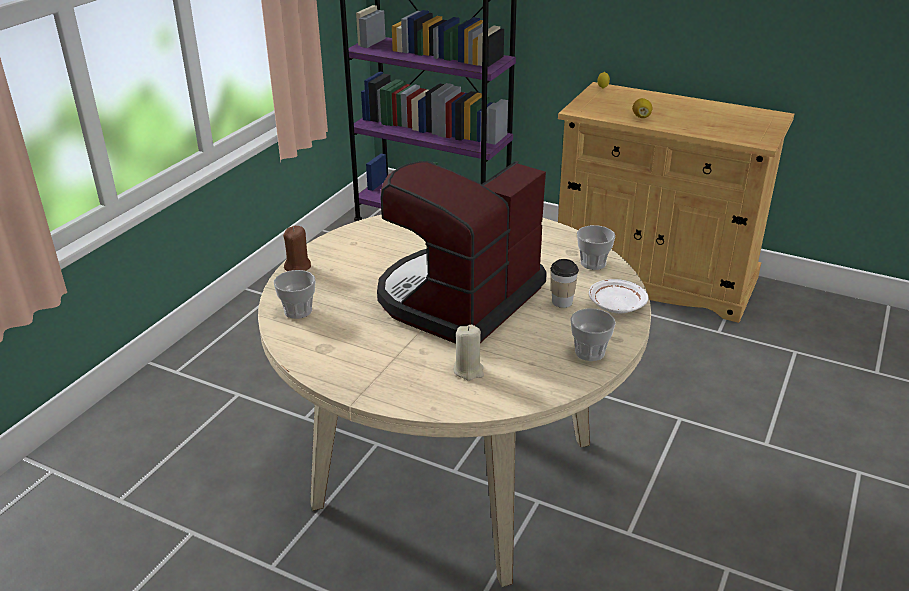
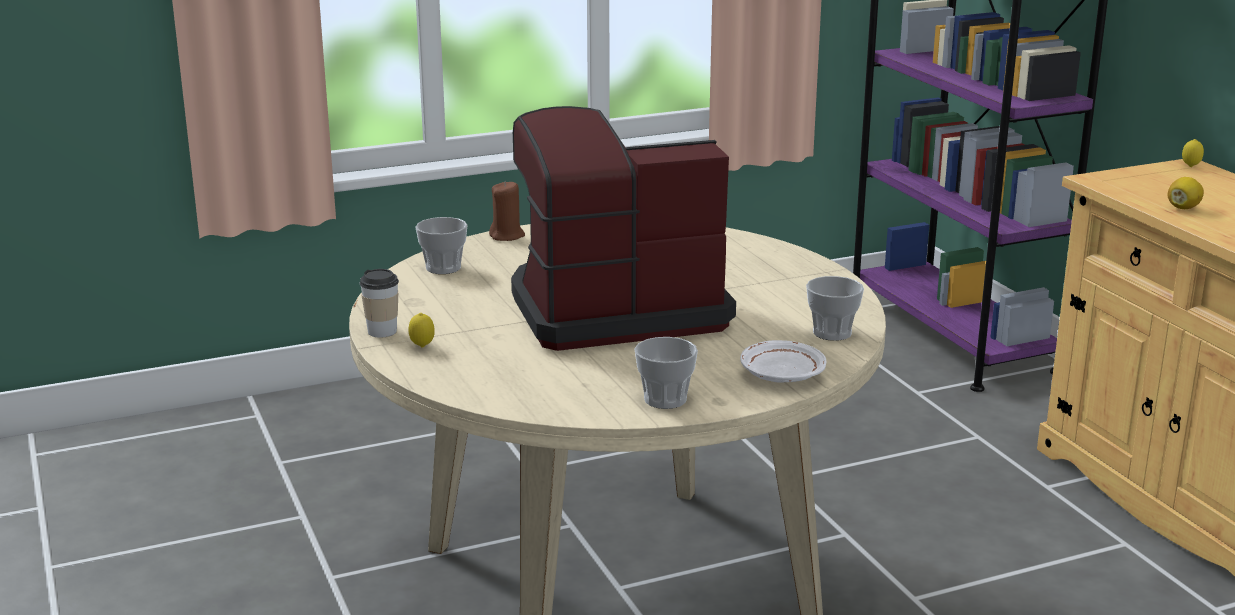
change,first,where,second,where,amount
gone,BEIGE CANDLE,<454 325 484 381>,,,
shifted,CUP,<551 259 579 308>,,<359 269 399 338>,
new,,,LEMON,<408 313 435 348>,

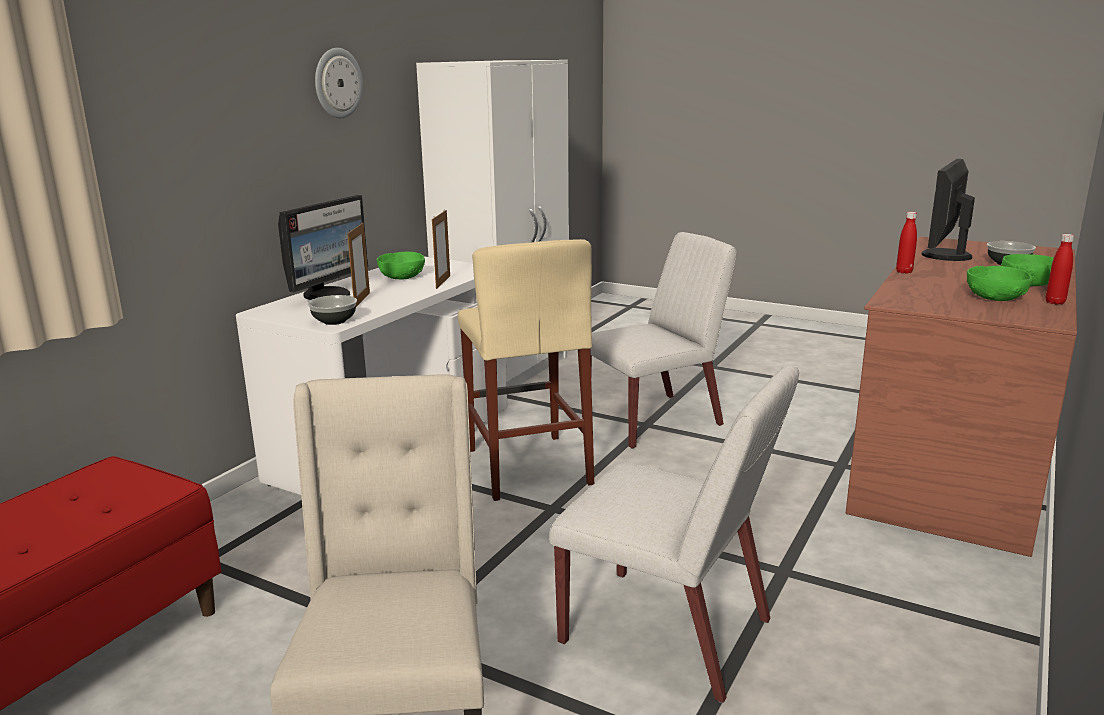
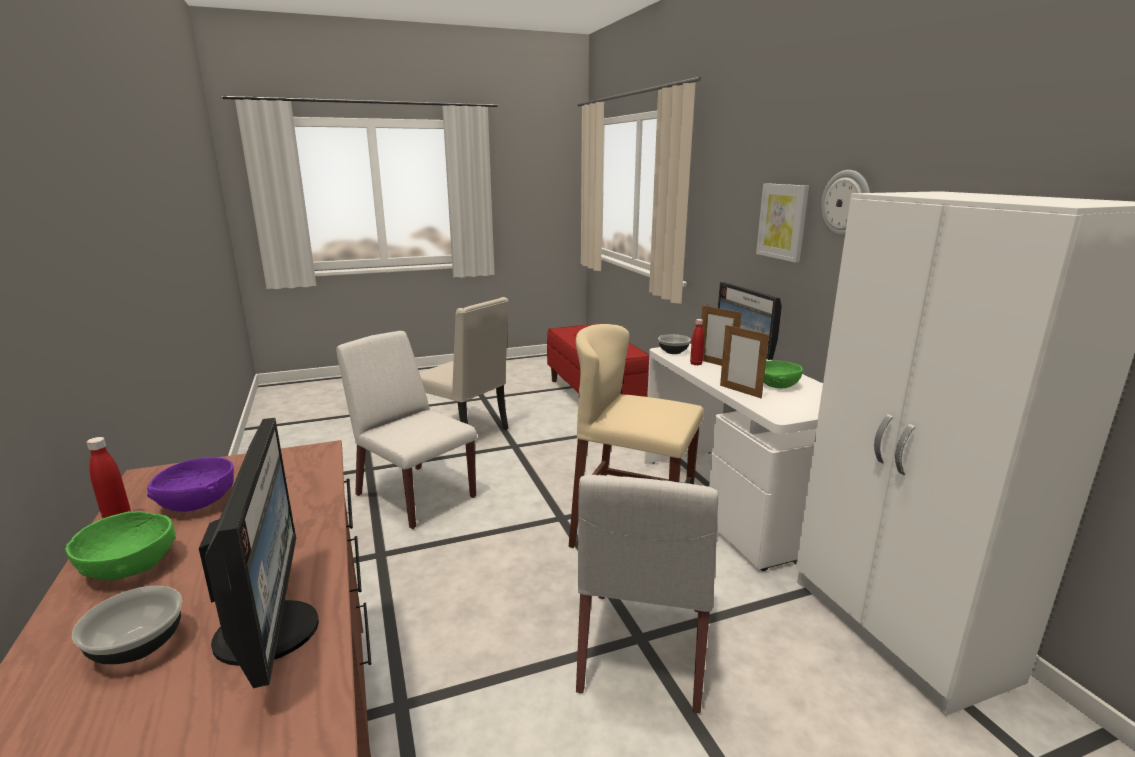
change,first,where,second,where,amount
rotated,WHITE CHAIR,<549 365 799 703>,,<336 331 477 529>,60 degrees clockwise
shifted,RED BOTTLE,<896 212 917 274>,,<690 319 704 366>,
repainted,GREEN BOWL,<967 266 1033 301>,PURPLE BOWL,<147 457 234 512>,
new,,,PICTURE,<756 183 809 263>,

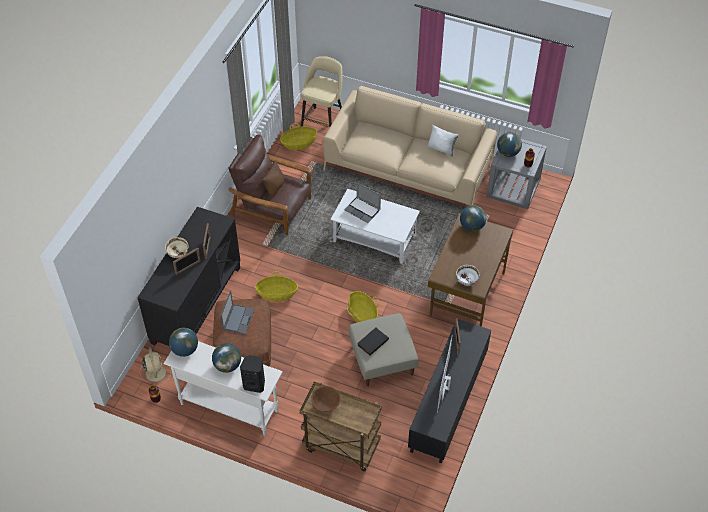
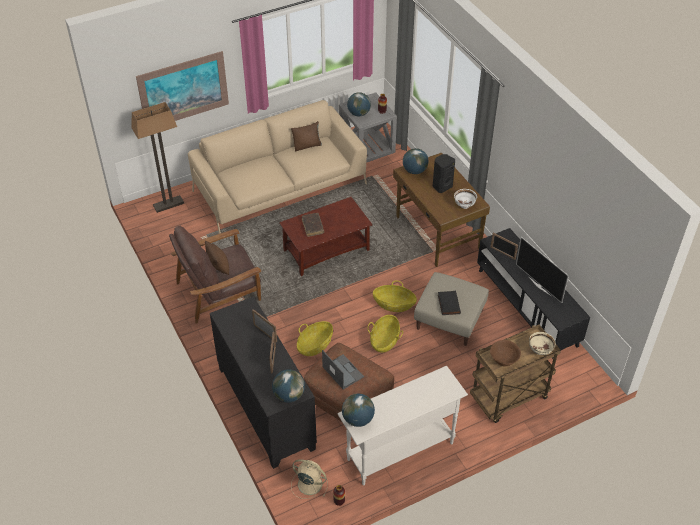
change,first,where,second,where,amount
shifted,BEIGE BOWL,<165 237 188 258>,,<529 332 556 355>,
shifted,GLOBE,<212 343 241 373>,,<272 370 305 402>,
shifted,BLACK SPEAKER,<240 355 265 393>,,<433 154 455 193>,
shifted,BASKET,<280 123 317 150>,,<368 315 403 353>,
swapped,BEIGE STOOL,<301 56 342 128>,FLOOR LAMP,<131 102 184 213>,
repainted,WHITE COFFEE TABLE,<330 189 420 264>,BROWN COFFEE TABLE,<279 197 373 276>,
swapped,LAPTOP,<344 182 381 223>,BROWN BOOK,<302 213 324 237>,
repainted,WHITE PILLOW,<428 125 459 156>,BROWN PILLOW,<291 121 322 151>,
new,,,PICTURE,<136 51 229 121>,

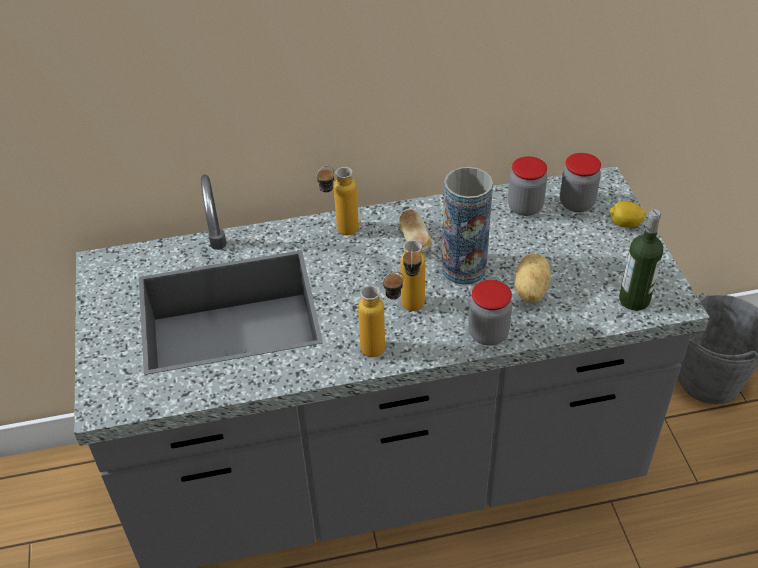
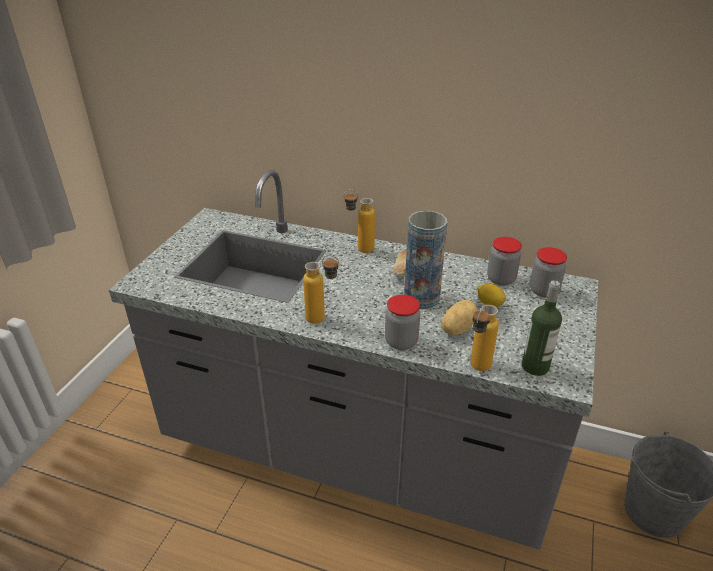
change,first,where,second,where,amount
shifted,BOTTLE,<400 240 425 311>,,<470 305 499 371>,
shifted,LEMON,<609 201 646 228>,,<477 283 506 307>,

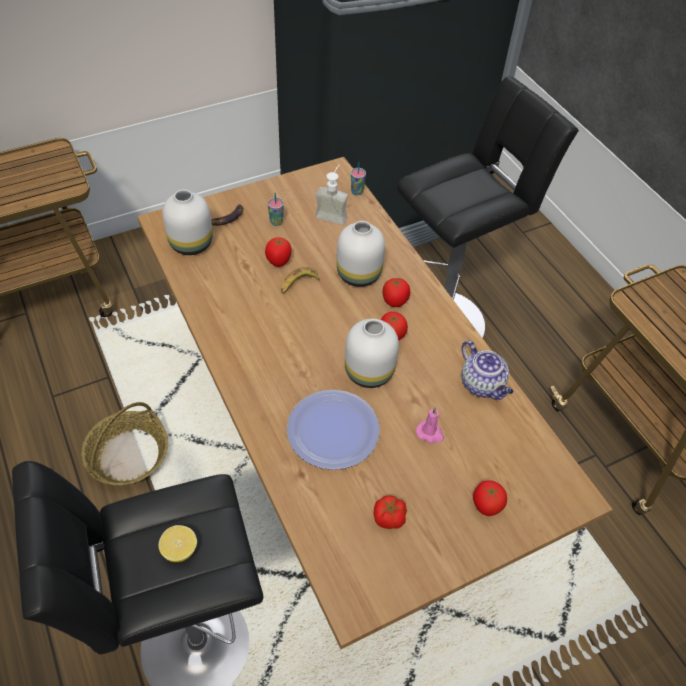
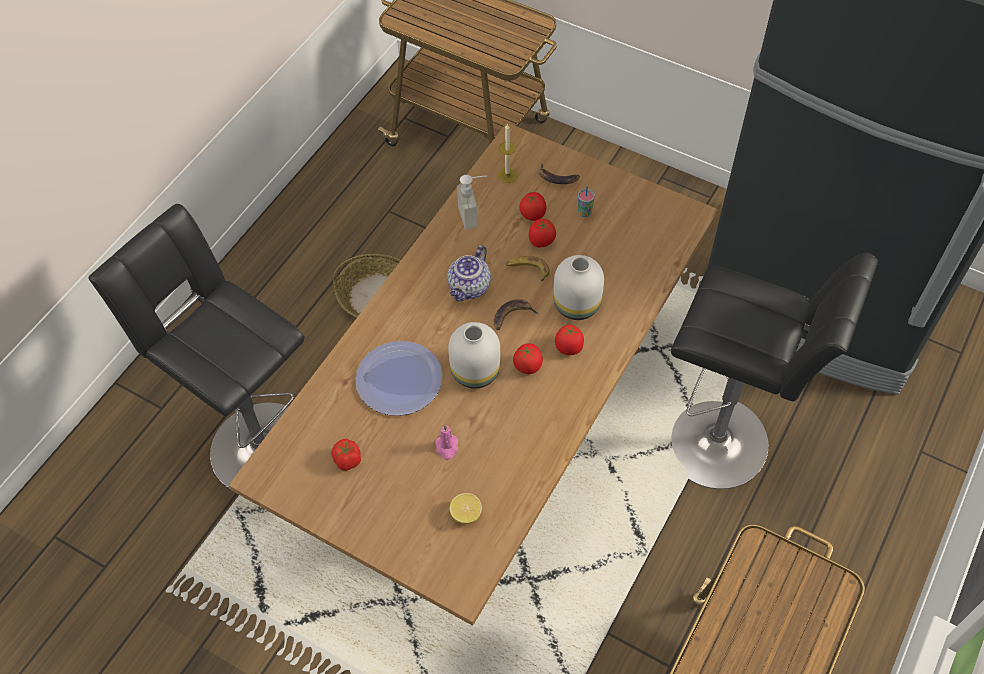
change,first,where,second,where,amount
shifted,LEMON,<159 525 197 562>,,<450 493 482 524>,
swapped,WHITE VASE,<162 189 213 255>,CANDLE,<498 124 517 183>,
shifted,SOAP DISPENSER,<315 164 348 225>,,<457 175 487 230>,
gone,CUP,<351 162 366 195>,,,
shifted,TEAPOT,<461 340 513 400>,,<447 245 491 301>,
shifted,TOMATO,<473 480 507 516>,,<519 192 546 221>,
new,,,BANANA,<494 299 538 330>,

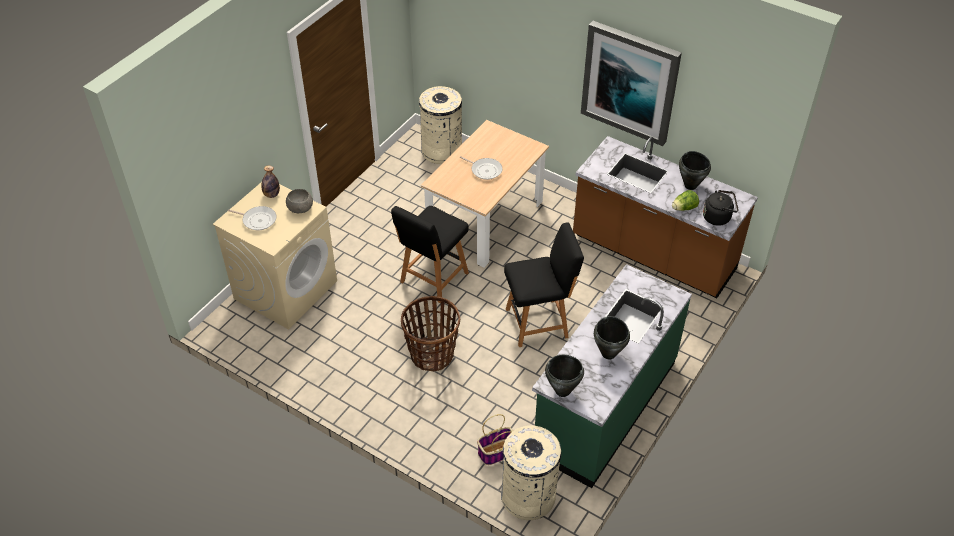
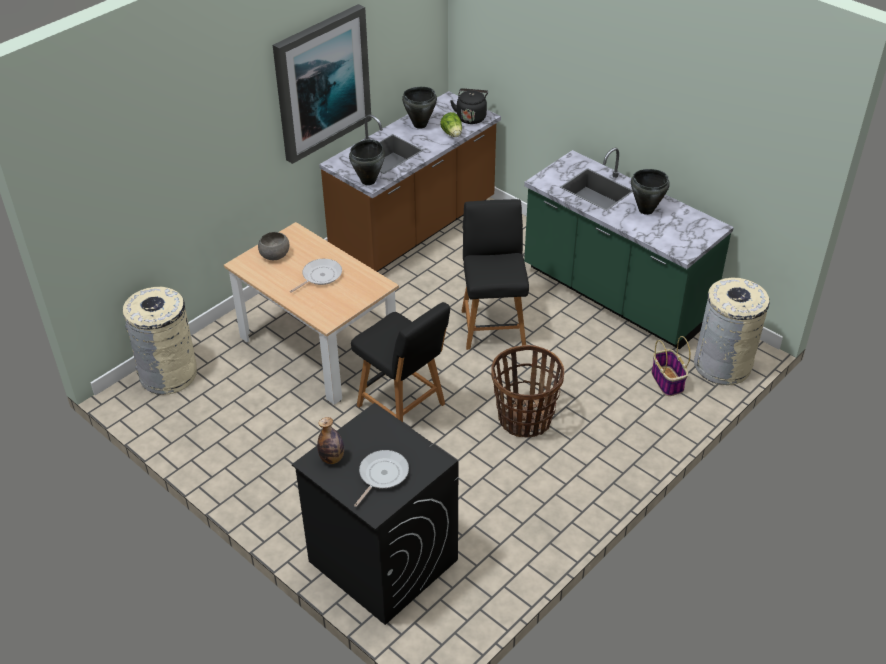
change,first,where,second,where,amount
repainted,BEIGE WASHING MACHINE,<213 182 337 329>,BLACK WASHING MACHINE,<292 403 458 625>,
shifted,GREY BOWL,<286 189 313 213>,,<258 232 289 260>,
shifted,BLACK COOKING POT,<545 355 584 397>,,<349 140 385 185>,

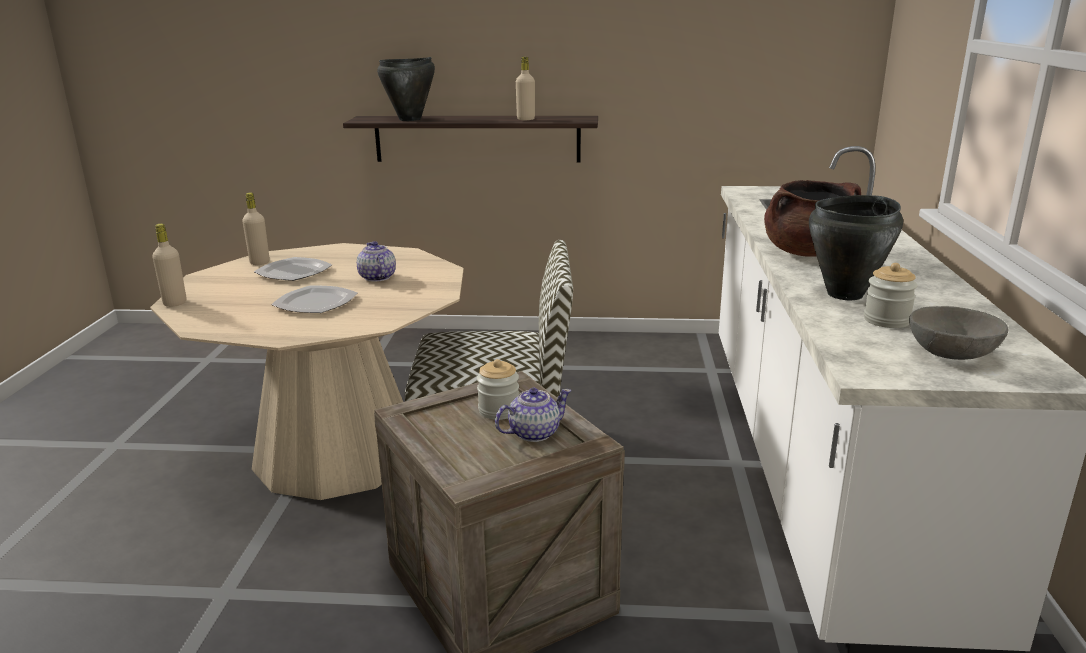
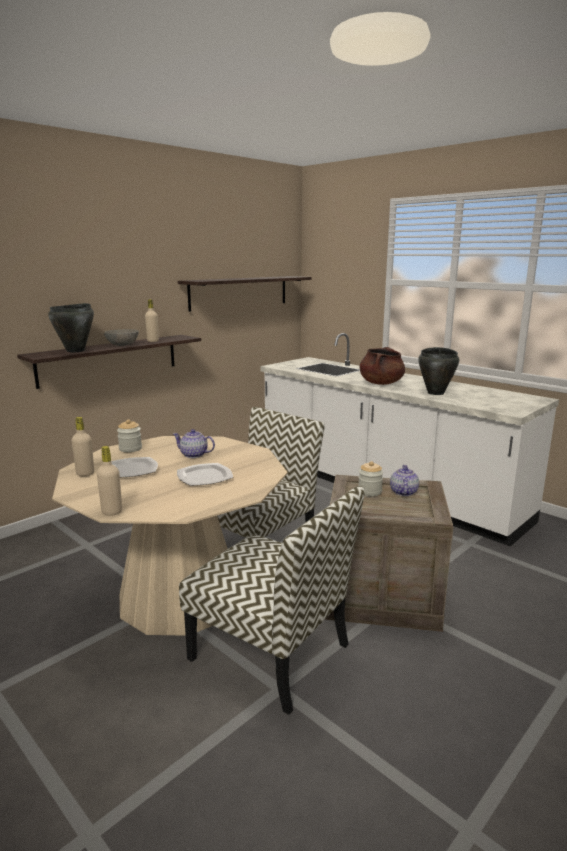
change,first,where,second,where,amount
shifted,JAR,<864 263 917 328>,,<117 419 142 452>,
shifted,GREY BOWL,<909 306 1008 360>,,<104 329 139 346>,
new,,,SHELF,<178 276 312 312>,
new,,,CHAIR,<179 486 364 715>,

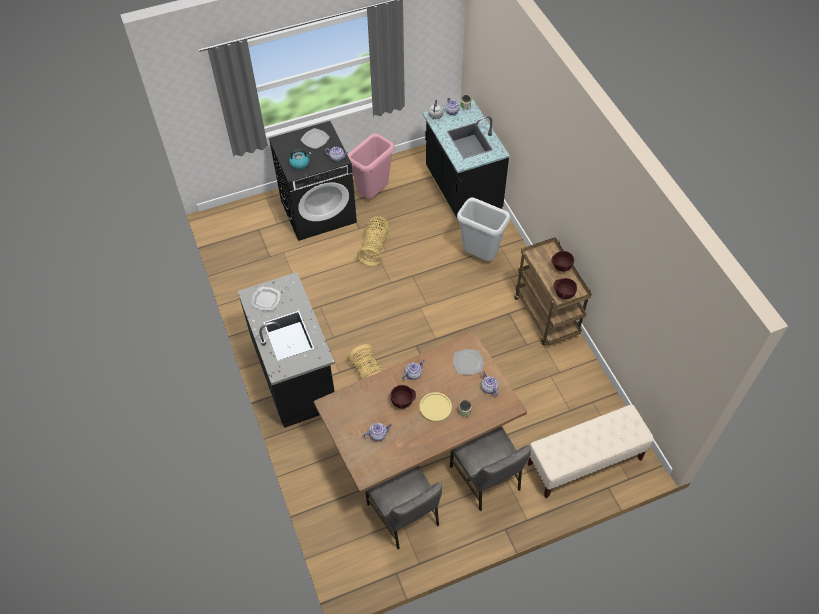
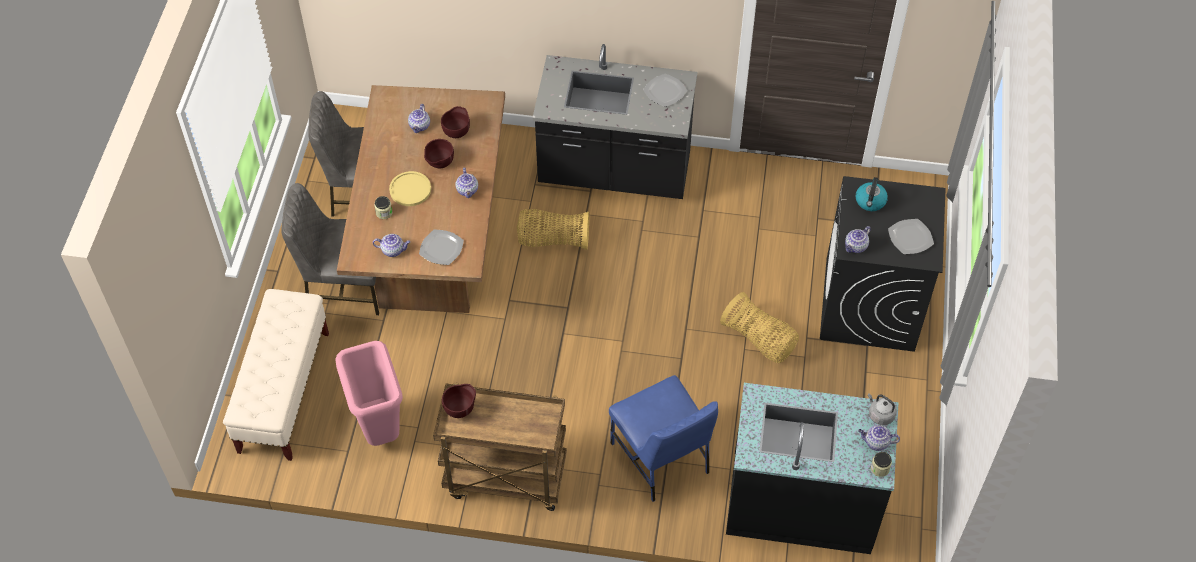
change,first,where,second,where,amount
shifted,PINK TRASH CAN,<348 133 395 198>,,<335 341 403 446>,
swapped,GREY TRASH CAN,<457 198 511 261>,BLUE CHAIR,<609 375 718 502>,
shifted,BROWN BOWL,<551 251 574 272>,,<441 106 470 138>,

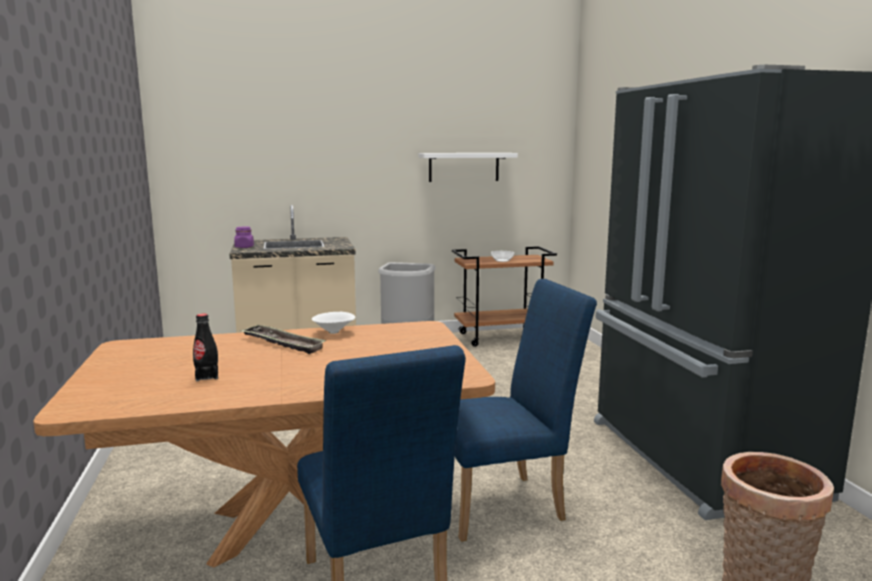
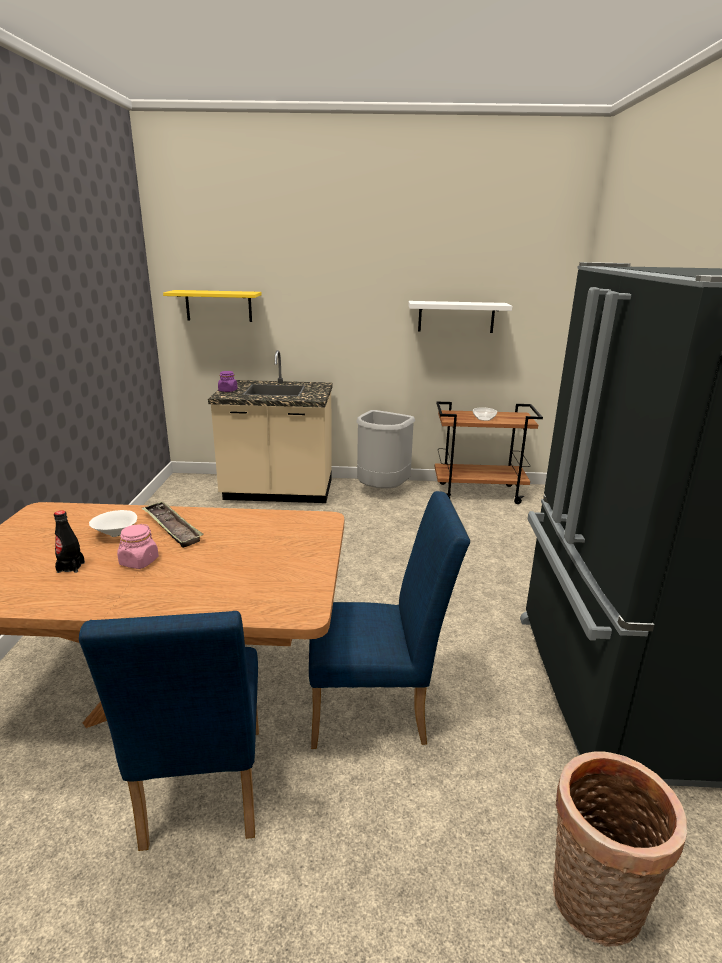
change,first,where,second,where,amount
shifted,WHITE BOWL,<312 312 356 334>,,<89 510 137 537>,
new,,,PINK JAR,<117 524 159 569>,
new,,,YELLOW SHELF,<163 290 262 322>,

